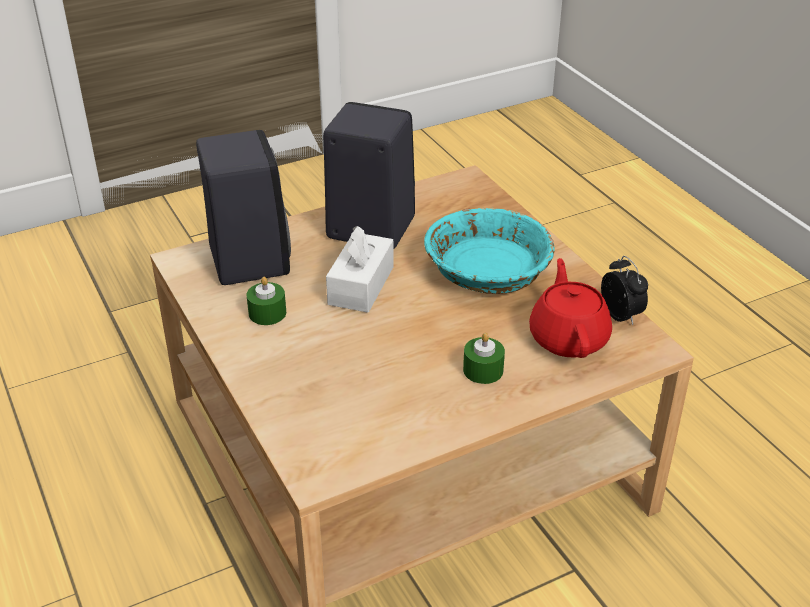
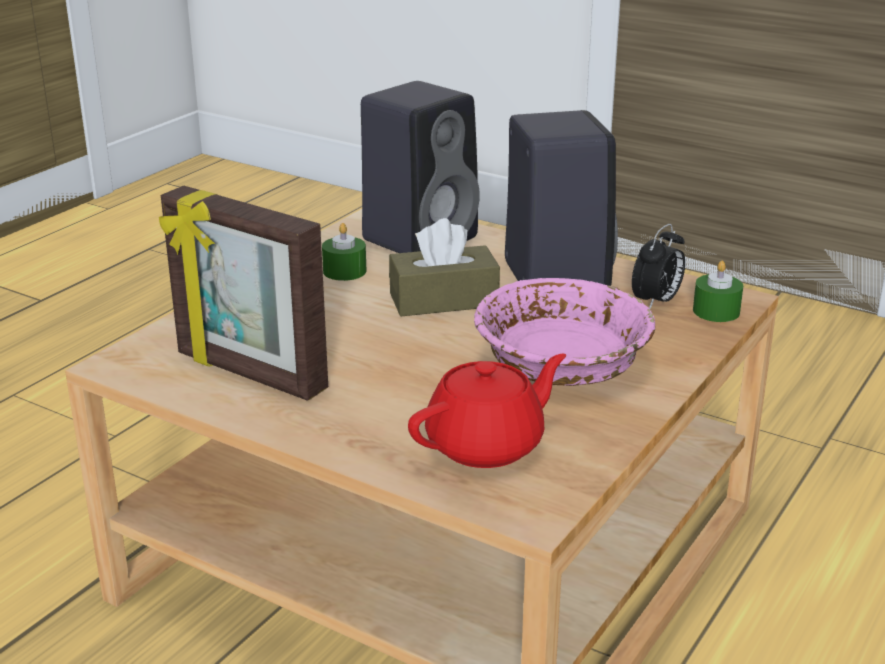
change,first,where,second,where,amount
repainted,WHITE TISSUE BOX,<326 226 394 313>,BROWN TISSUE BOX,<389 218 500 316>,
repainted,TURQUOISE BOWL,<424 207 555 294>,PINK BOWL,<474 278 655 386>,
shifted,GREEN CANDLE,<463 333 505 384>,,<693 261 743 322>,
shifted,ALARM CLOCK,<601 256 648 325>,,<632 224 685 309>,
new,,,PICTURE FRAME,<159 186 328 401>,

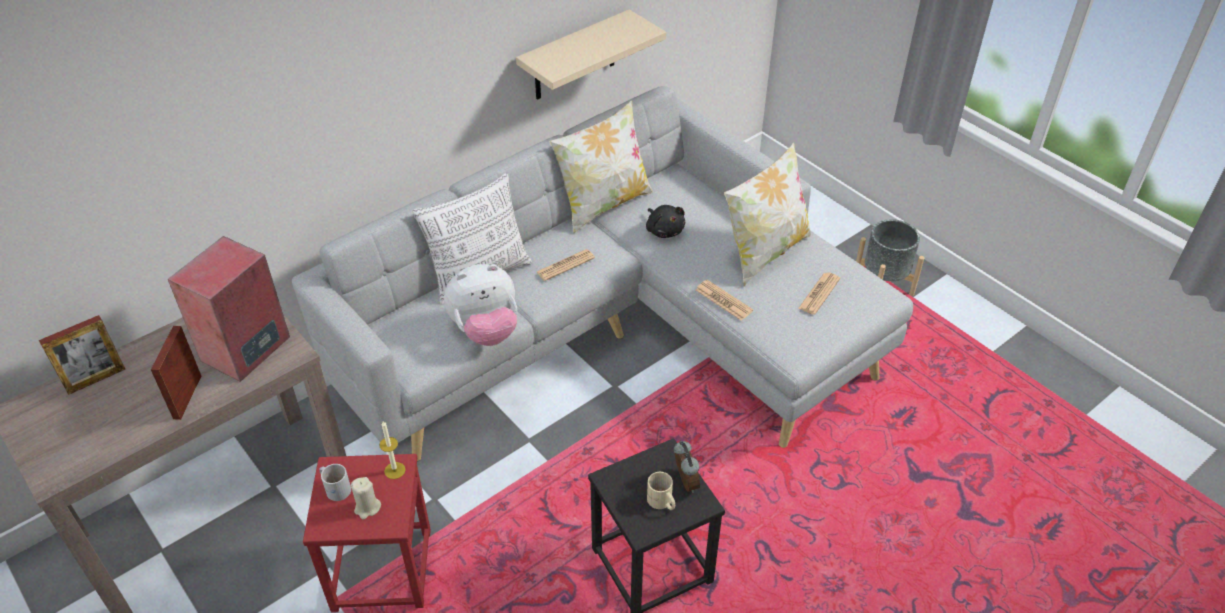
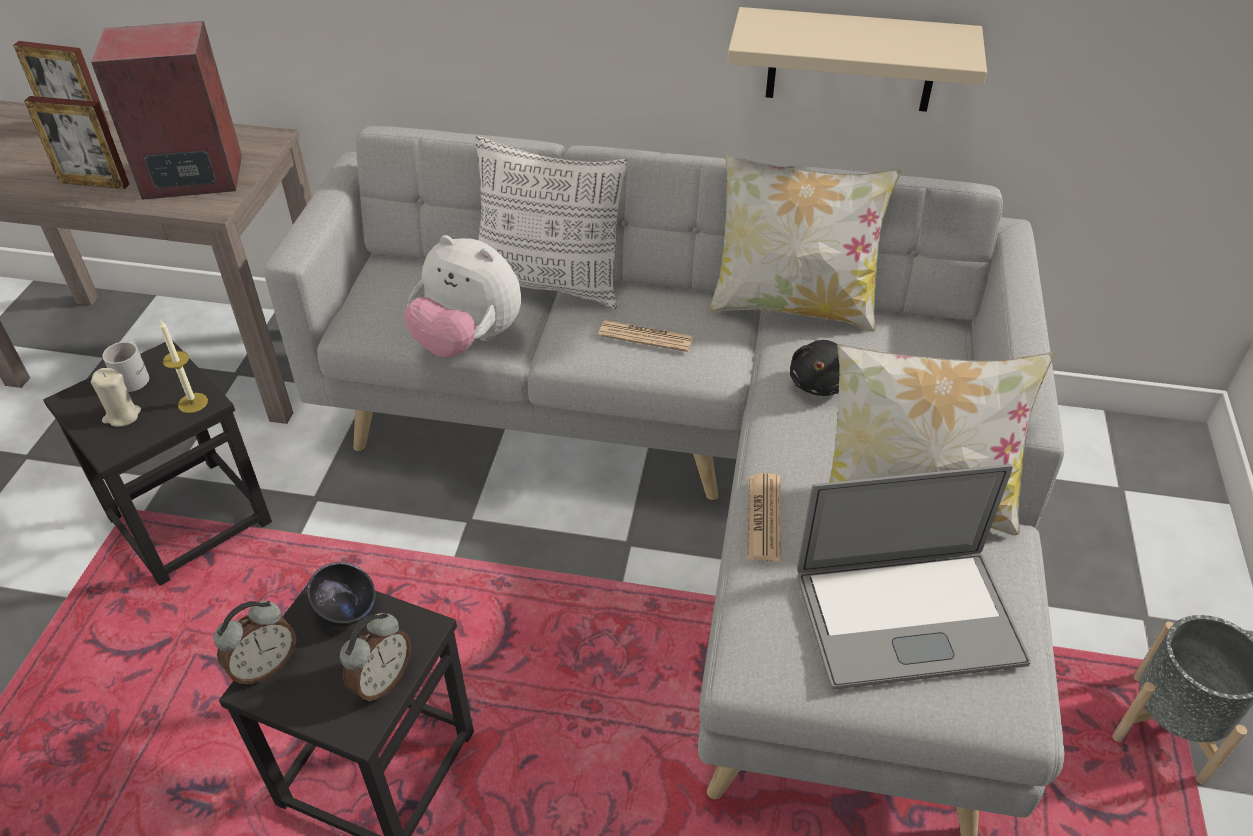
change,first,where,second,where,amount
rotated,PICTURE FRAME,<151 326 201 420>,,<24 96 129 189>,135 degrees counterclockwise
repainted,RED STOOL,<303 454 431 612>,BLACK STOOL,<43 340 272 586>,
gone,BEIGE MUG,<647 472 675 510>,,,
swapped,NEWSPAPER,<798 272 840 315>,LAPTOP,<797 464 1031 690>,
new,,,ALARM CLOCK,<214 601 297 684>,
new,,,BLACK BOWL,<307 562 376 627>,

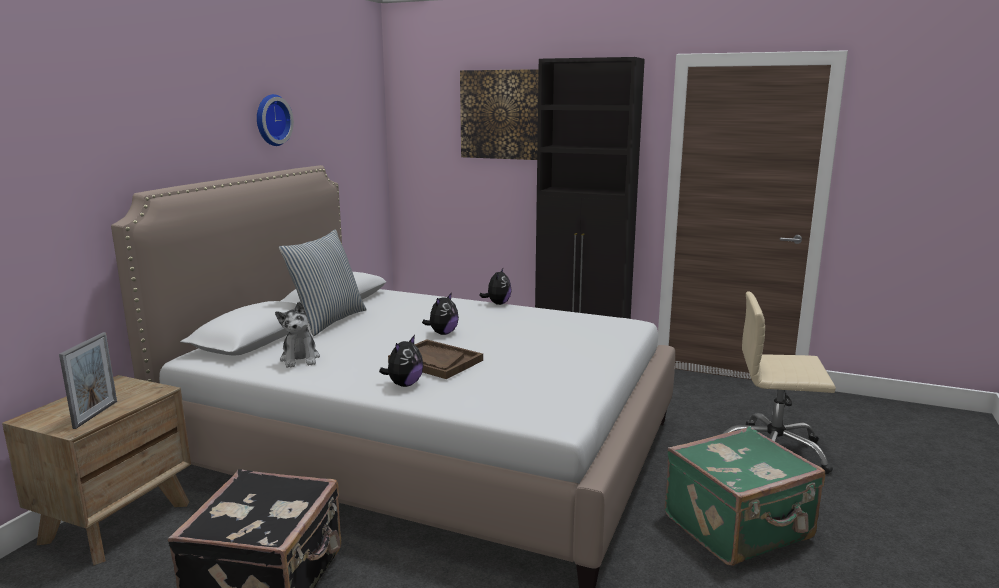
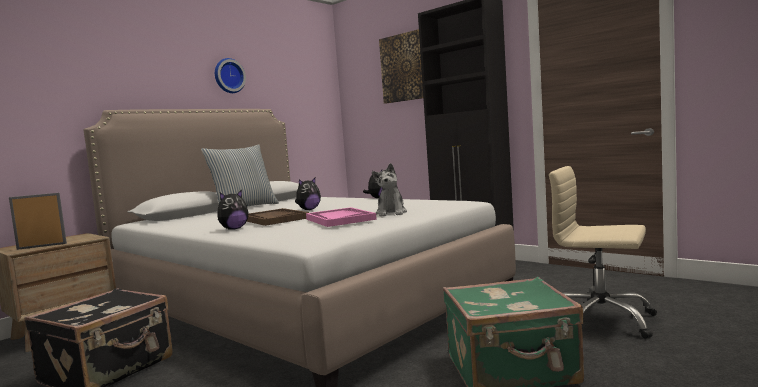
change,first,where,second,where,amount
rotated,PICTURE FRAME,<59 332 117 429>,,<9 193 67 250>,135 degrees counterclockwise
shifted,PLUSH TOY,<275 301 320 368>,,<372 163 407 216>,
new,,,PINK TRAY,<306 207 377 227>,

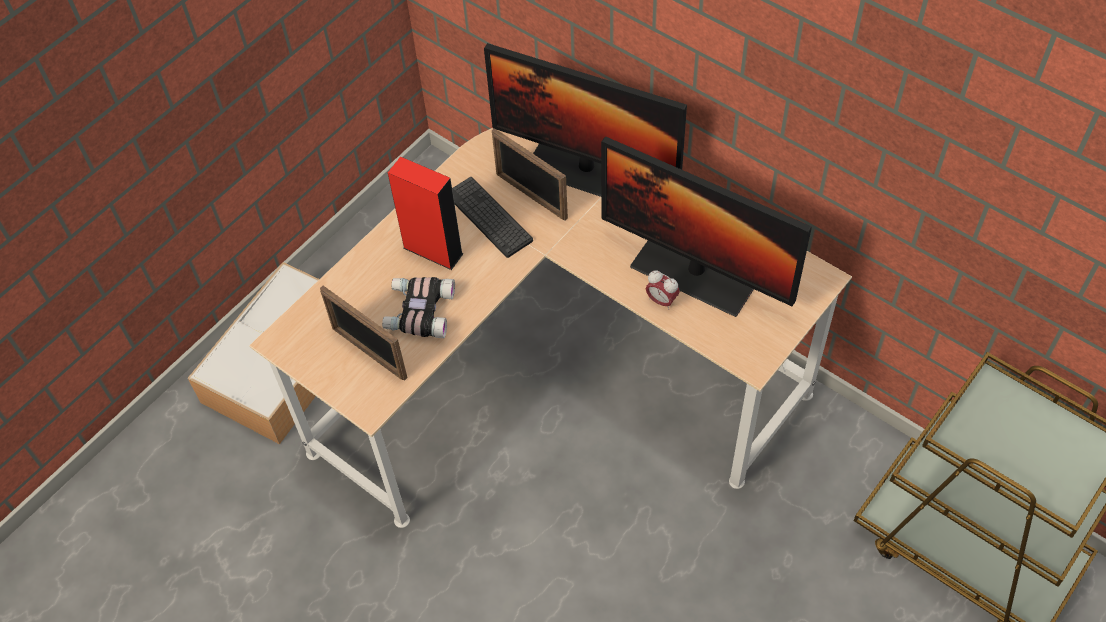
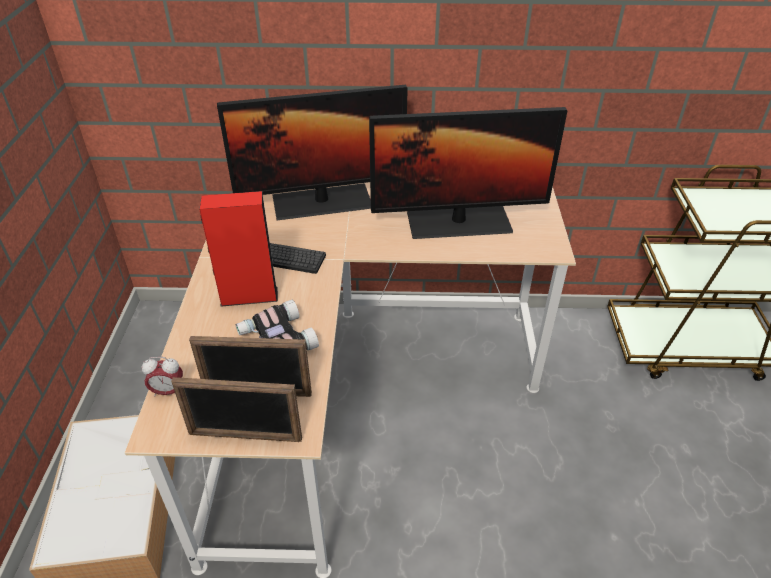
change,first,where,second,where,amount
shifted,PICTURE FRAME,<492 128 568 220>,,<171 377 302 442>,
shifted,ALARM CLOCK,<646 270 680 310>,,<141 357 183 397>,

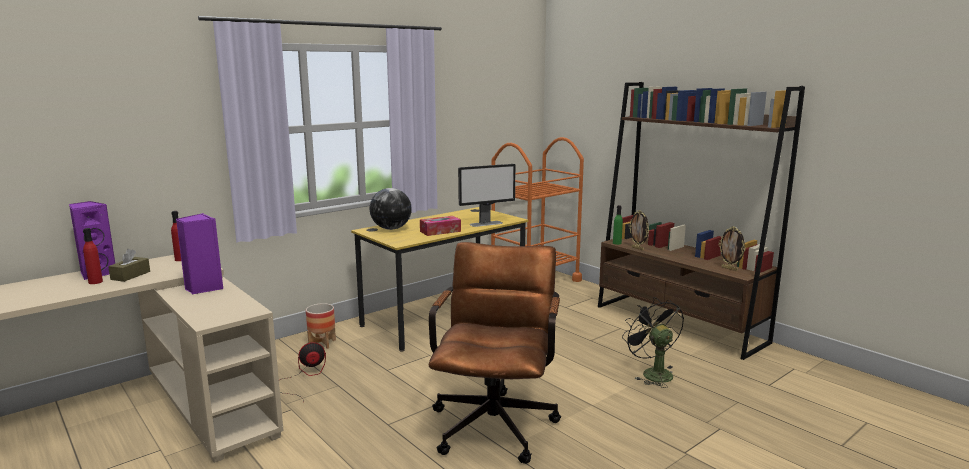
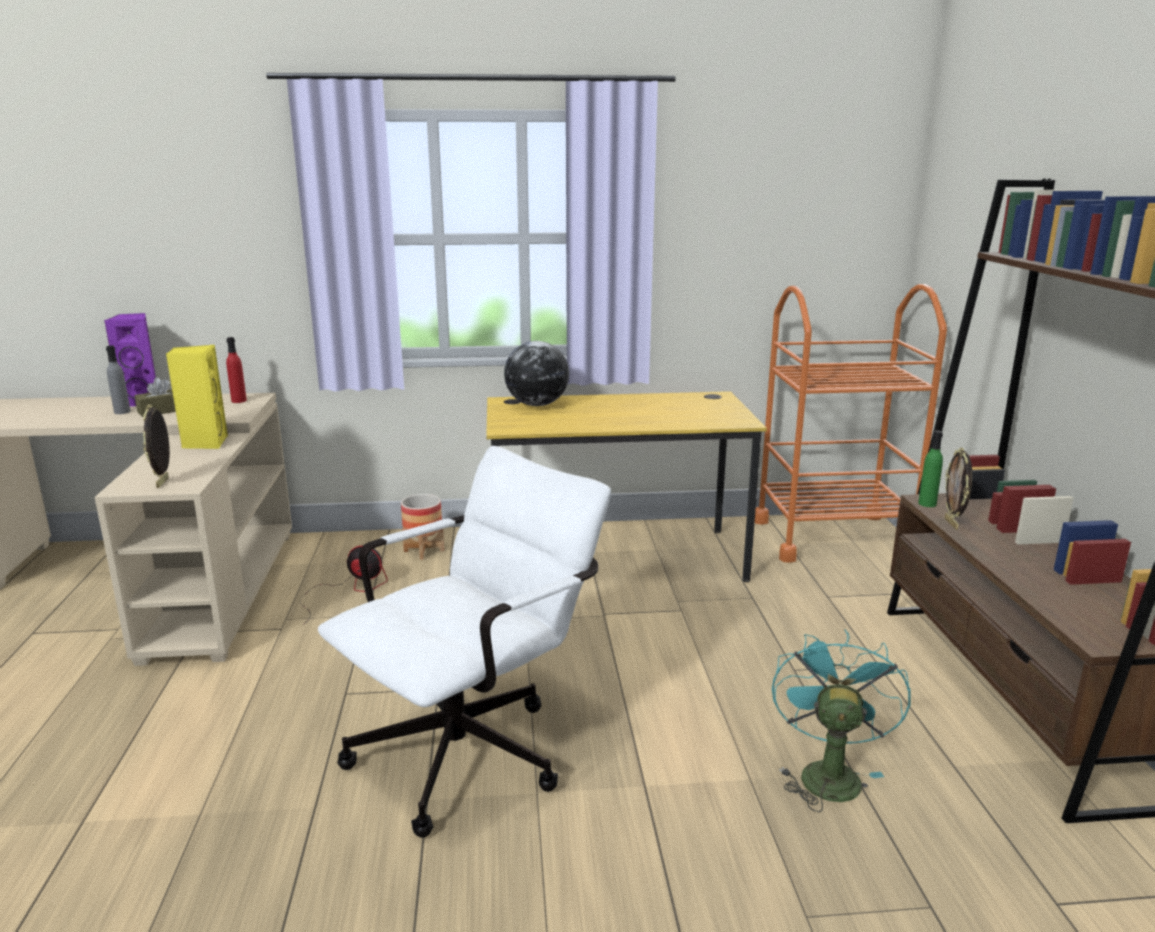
change,first,where,second,where,amount
repainted,RED BOTTLE,<83 228 103 284>,GREY BOTTLE,<106 346 131 414>,
repainted,PURPLE SPEAKER,<176 213 223 294>,YELLOW SPEAKER,<166 345 228 449>,
gone,TISSUE BOX,<420 216 461 236>,,,
repainted,BROWN OFFICE CHAIR,<429 242 561 464>,WHITE OFFICE CHAIR,<318 446 611 838>,
gone,MONITOR,<458 164 516 227>,,,
repainted,BLACK FAN,<622 297 684 388>,TURQUOISE FAN,<772 629 911 812>,
shifted,PICTURE FRAME,<718 226 746 271>,,<143 404 170 488>,

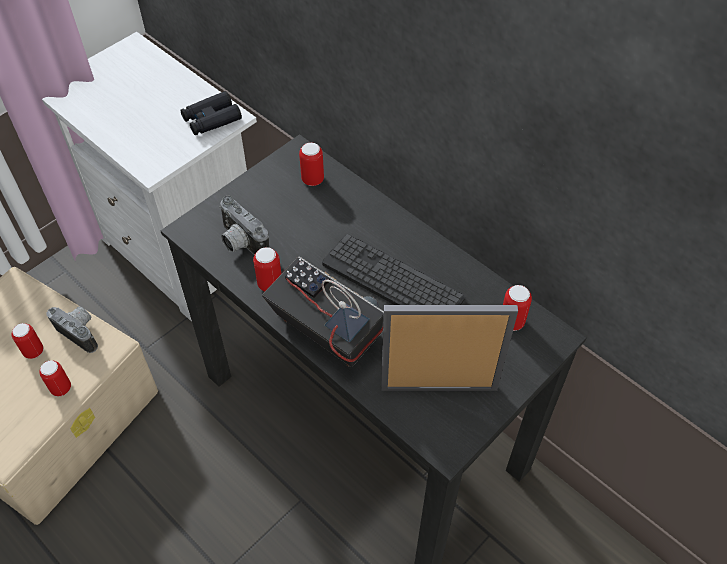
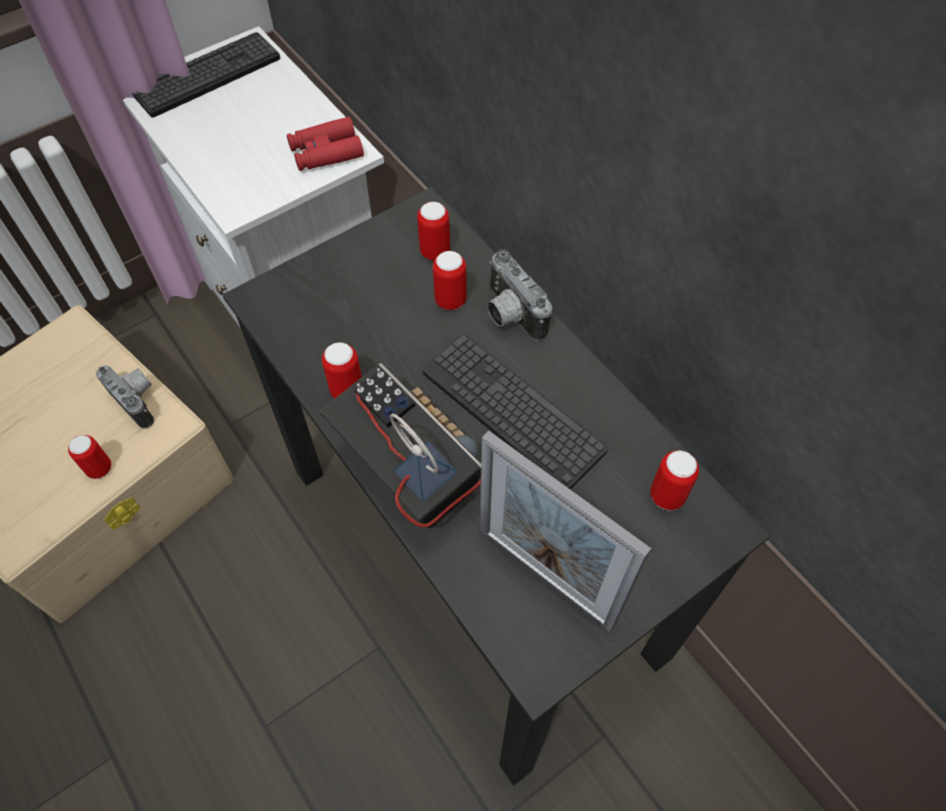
change,first,where,second,where,amount
shifted,CAN,<11 323 44 359>,,<433 251 467 310>,
repainted,BLACK BINOCULARS,<181 91 242 135>,RED BINOCULARS,<287 117 364 171>,
shifted,PHOTO CAMERA,<219 196 269 255>,,<487 249 552 341>,
rotated,PICTURE FRAME,<381 305 518 391>,,<480 430 652 633>,150 degrees counterclockwise
new,,,KEYBOARD,<132 32 280 118>,

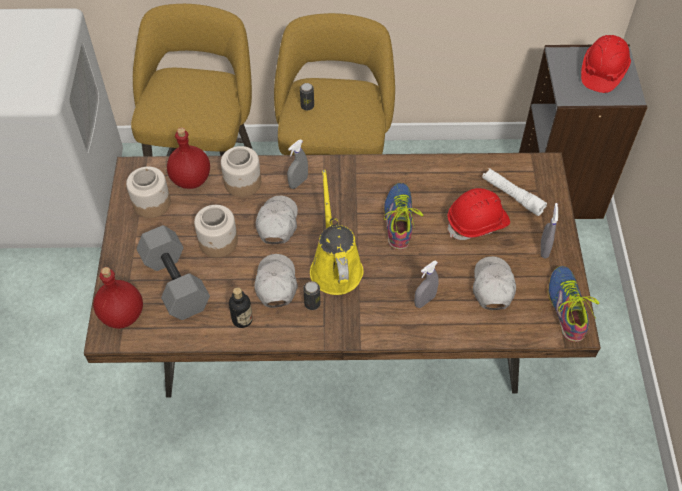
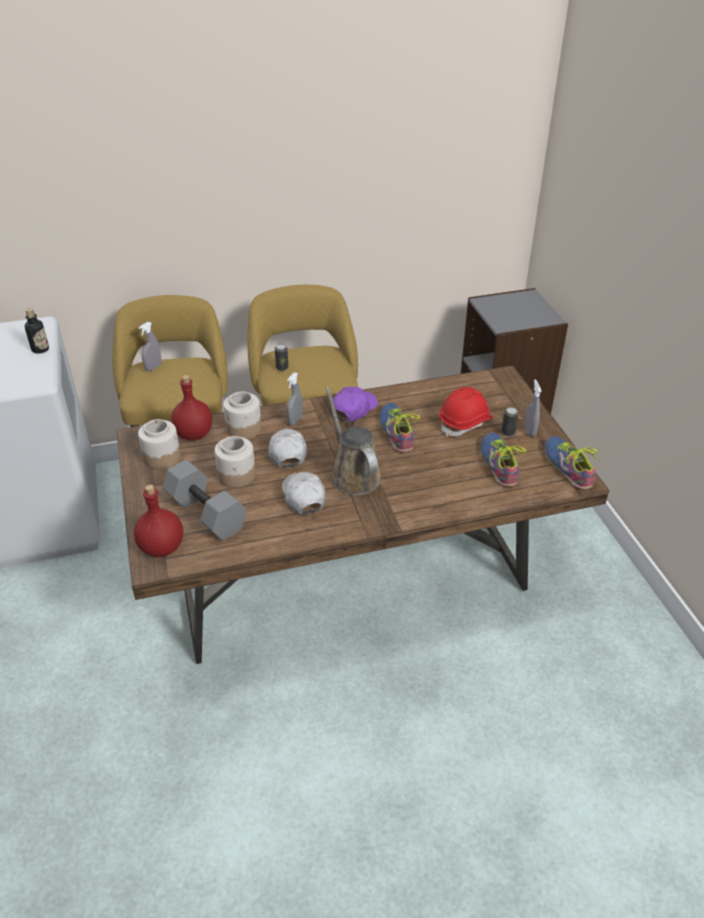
change,first,where,second,where,amount
shifted,BOTTLE,<229 287 253 328>,,<25 308 49 354>,
shifted,CAN,<303 281 320 310>,,<501 407 518 436>,
repainted,YELLOW WATERING CAN,<310 170 364 295>,BROWN WATERING CAN,<325 387 381 495>,
shifted,GREY SPRAY BOTTLE,<414 260 439 308>,,<138 322 161 371>,
swapped,WHITE CAP,<473 256 516 310>,SHOE,<480 432 526 487>,
gone,WHITE FLASHLIGHT,<482 168 547 216>,,,
gone,RED HARD HAT,<581 35 631 93>,,,
new,,,PURPLE CAP,<333 387 378 422>,

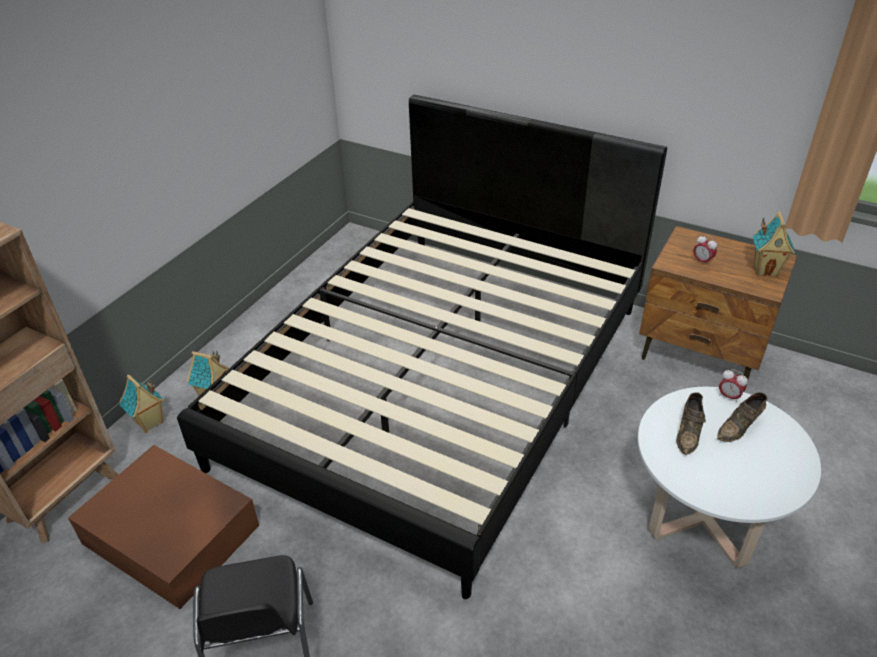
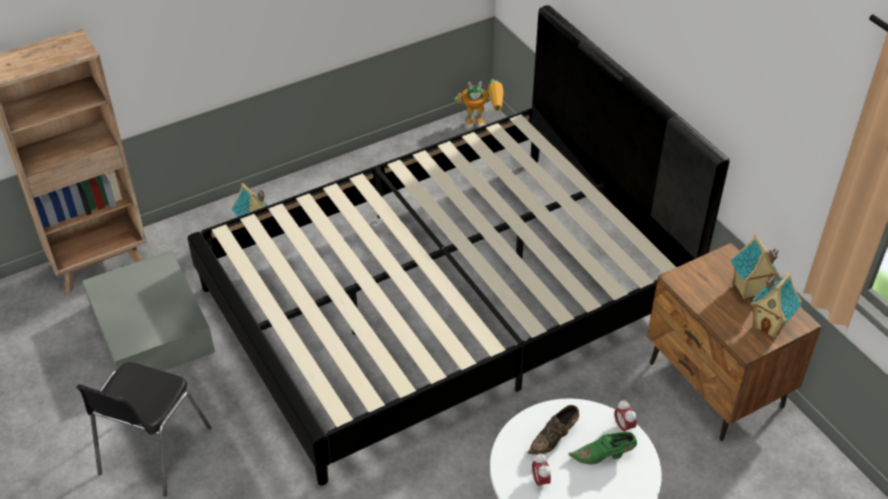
change,first,where,second,where,amount
repainted,BROWN STORAGE BOX,<68 445 259 609>,GREY STORAGE BOX,<83 251 215 371>,
shifted,TOY HOUSE,<119 374 164 433>,,<731 234 779 299>,
shifted,ALARM CLOCK,<693 235 717 266>,,<532 453 551 490>,
repainted,BROWN SHOE,<717 392 768 442>,GREEN SHOE,<569 432 637 465>,
new,,,TOY ROBOT,<454 79 504 130>,

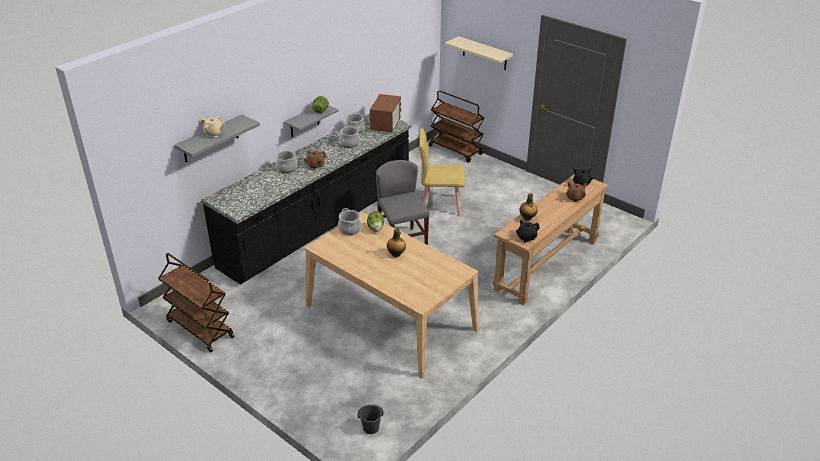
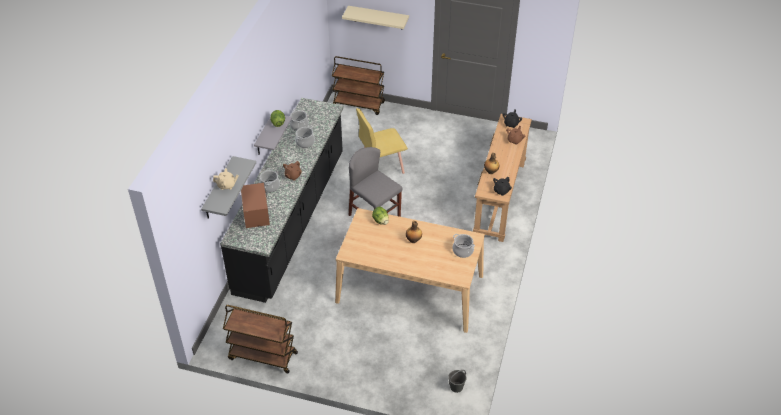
change,first,where,second,where,amount
shifted,COOKING POT,<338 208 362 235>,,<453 234 475 258>,
shifted,MICROWAVE,<370 94 401 132>,,<241 183 270 228>,

